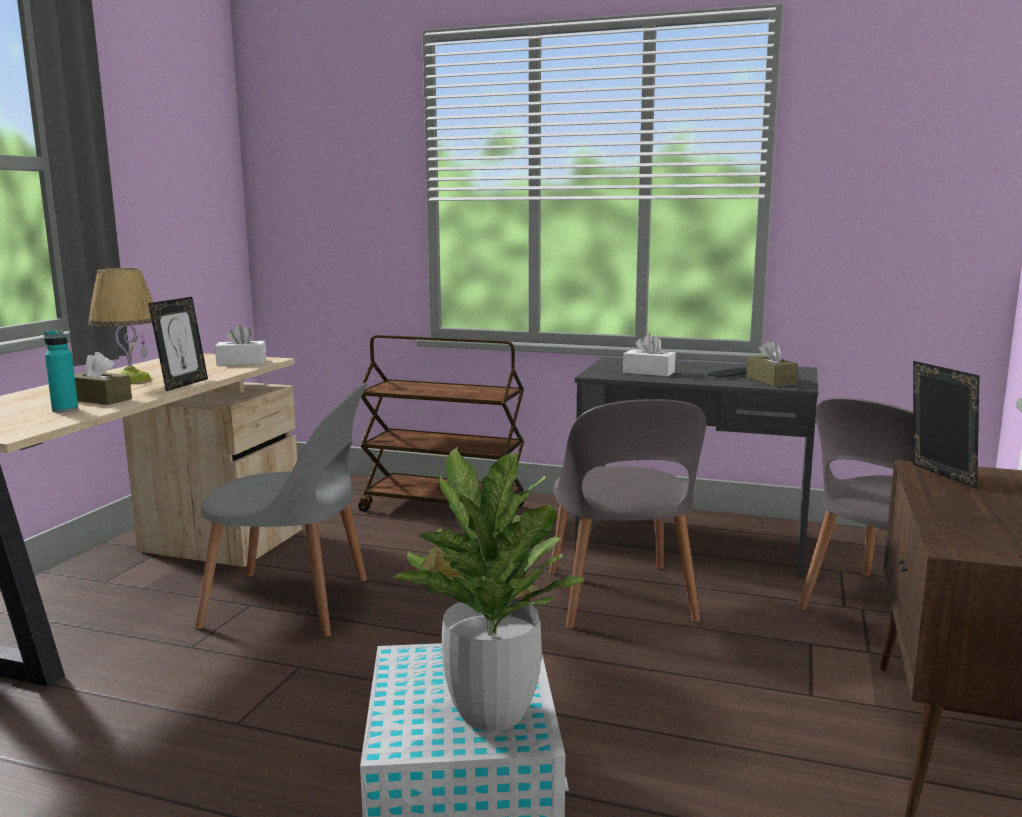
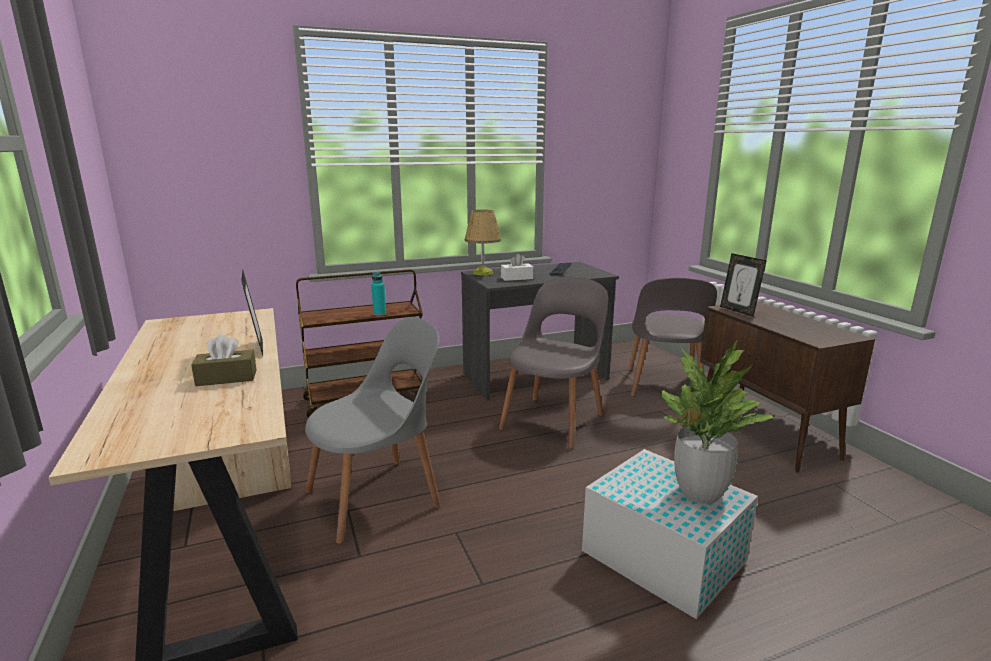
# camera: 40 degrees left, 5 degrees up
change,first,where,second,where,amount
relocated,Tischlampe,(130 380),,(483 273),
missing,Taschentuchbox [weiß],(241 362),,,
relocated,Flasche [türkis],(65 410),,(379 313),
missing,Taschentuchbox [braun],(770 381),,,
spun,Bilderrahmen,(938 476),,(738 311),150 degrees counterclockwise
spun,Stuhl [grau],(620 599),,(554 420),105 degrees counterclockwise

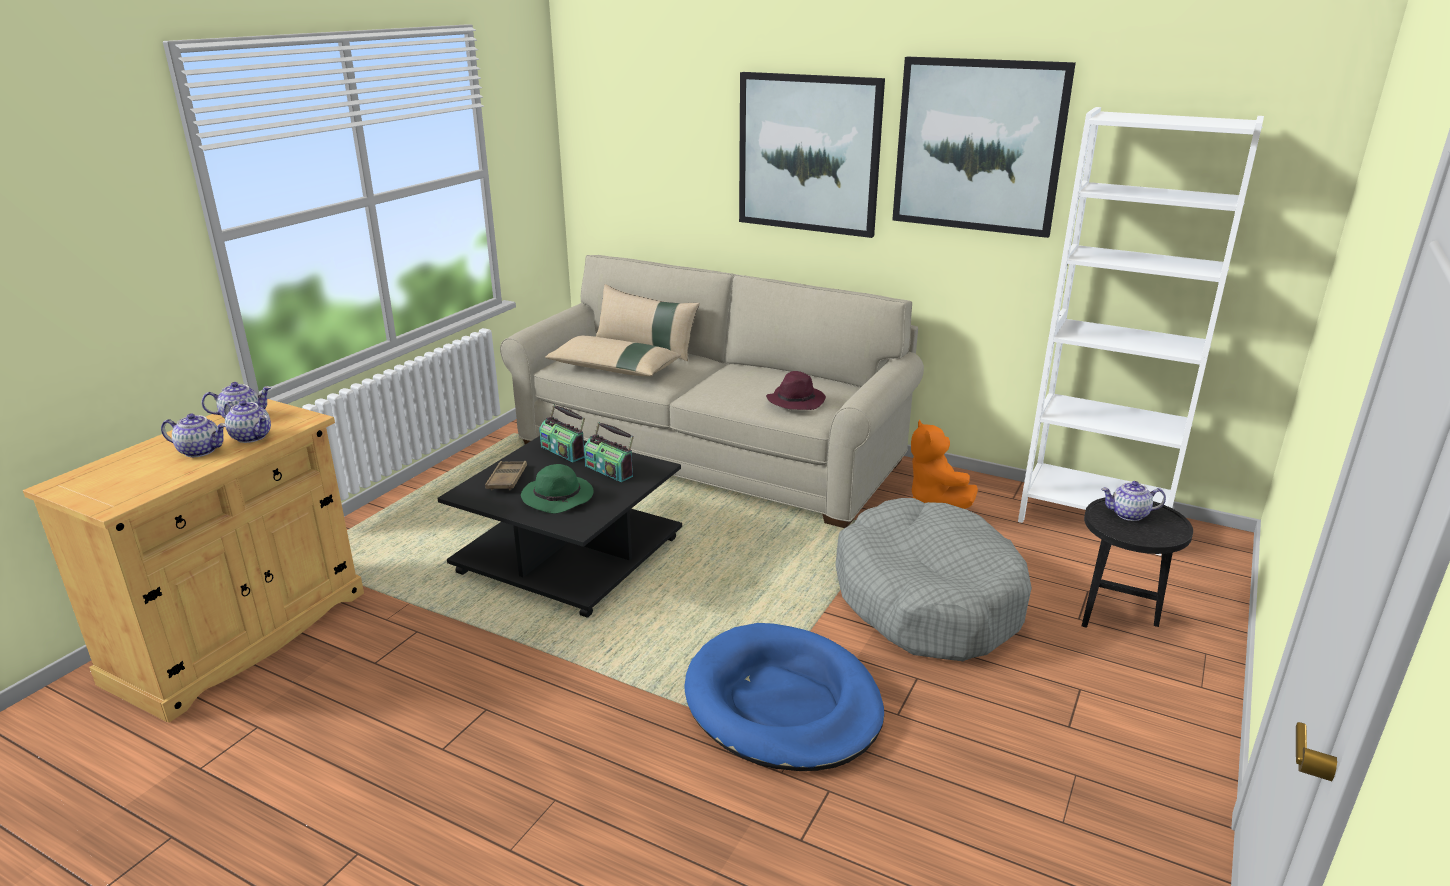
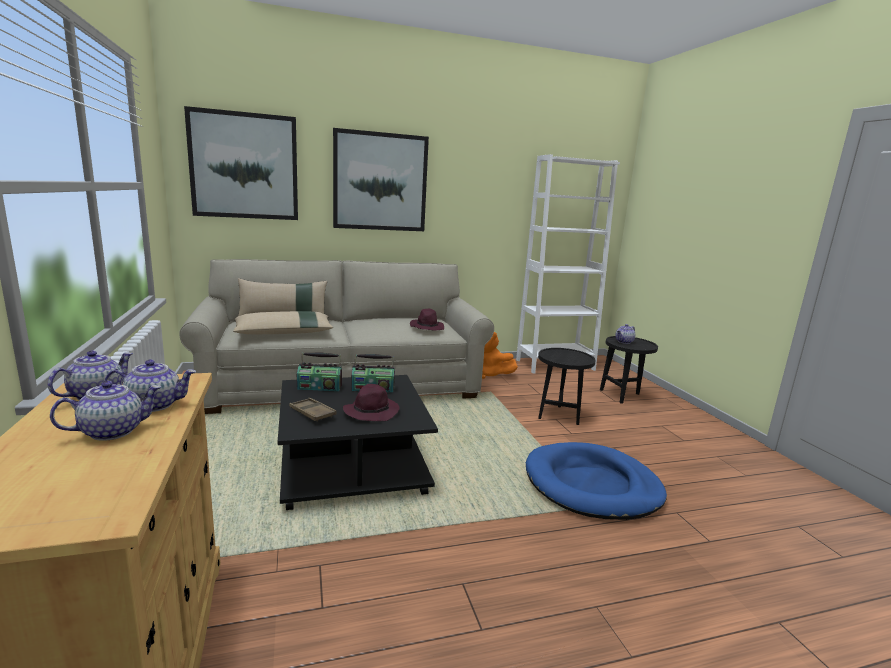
# camera: 45 degrees left, 10 degrees down
change,first,where,second,where,amount
relocated,Bild,(978 146),,(244 166),
colour,Hut [grün],(559 498),Hut [lila],(372 411),
exchanged,Hundebett [grau],(927 599),Beistelltisch [schwarz],(558 414),

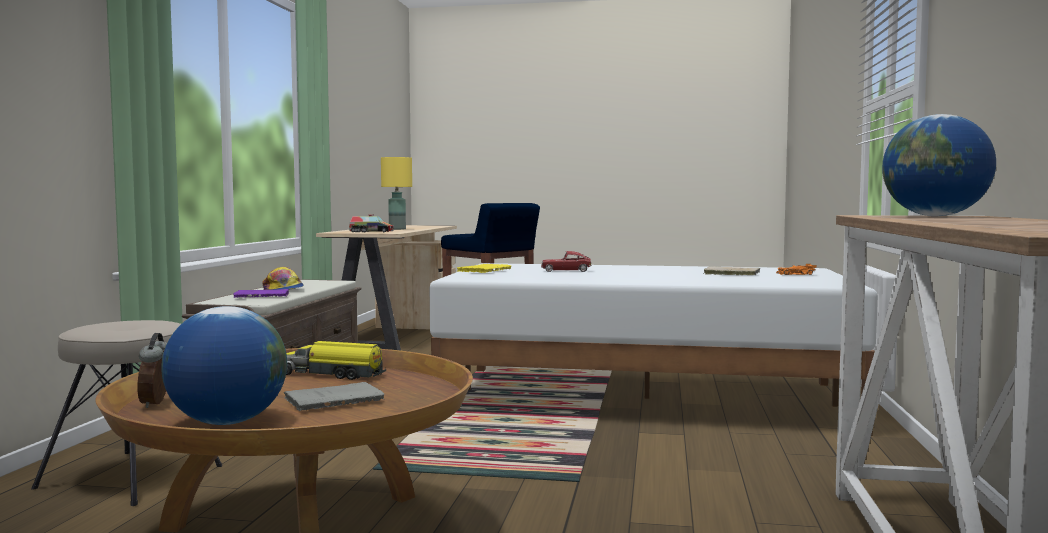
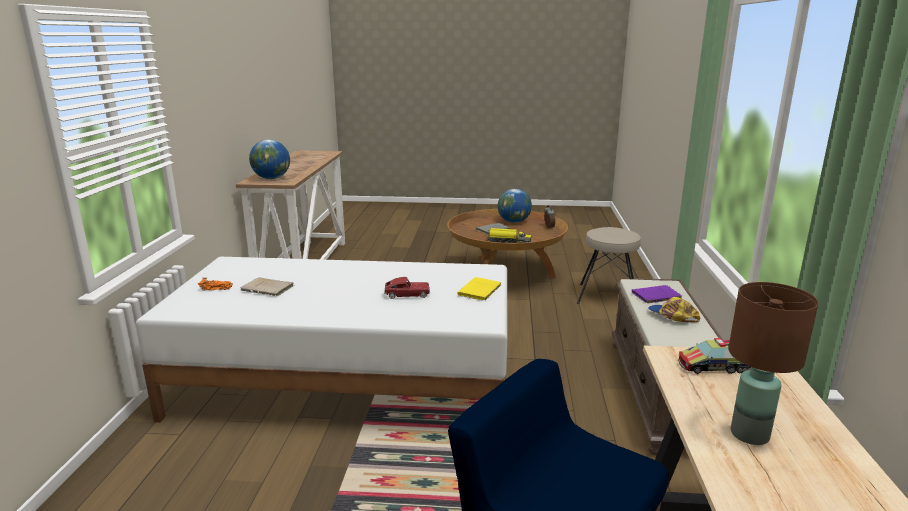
# camera: 175 degrees right, 15 degrees up
change,first,where,second,where,amount
colour,Tischlampe [gelb],(396 229),Tischlampe [braun],(750 434),

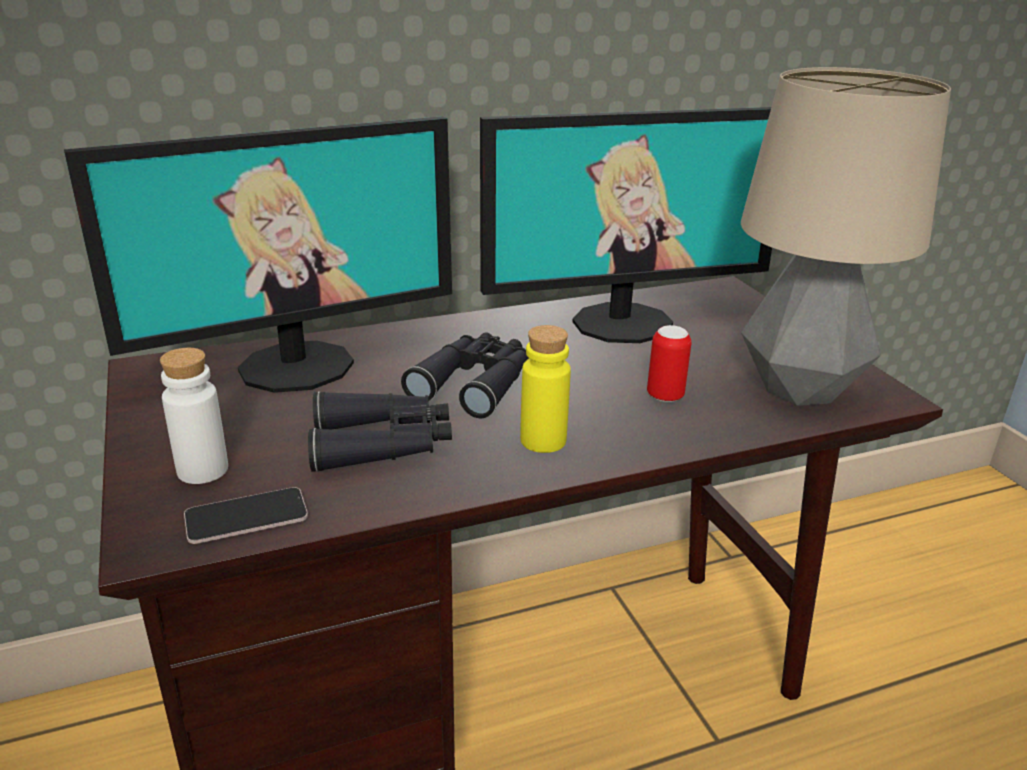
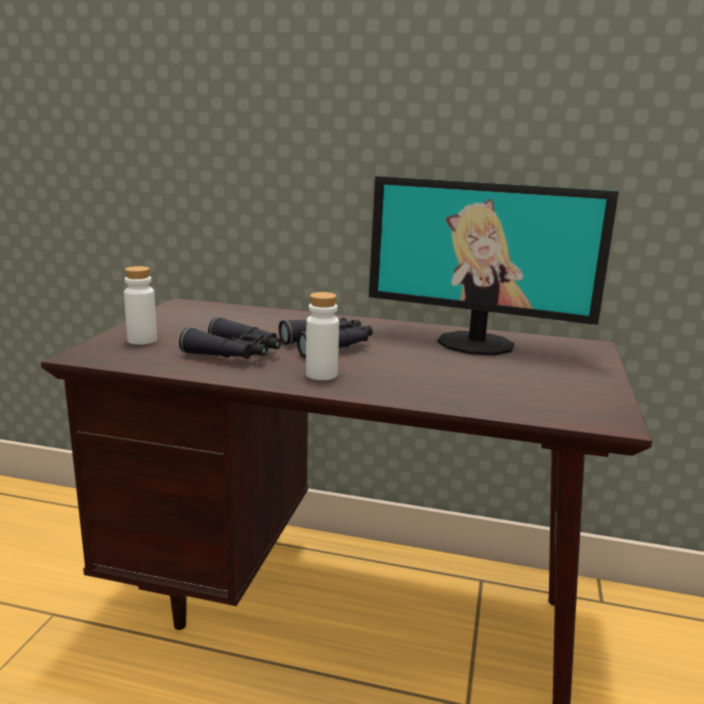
# camera: 35 degrees right, 10 degrees down
change,first,where,second,where,amount
missing,Tischlampe,(801 390),,,
missing,Monitor,(296 365),,,
colour,Flasche [gelb],(543 440),Flasche [weiß],(321 374),
missing,Dose,(665 396),,,
missing,Handy,(246 517),,,

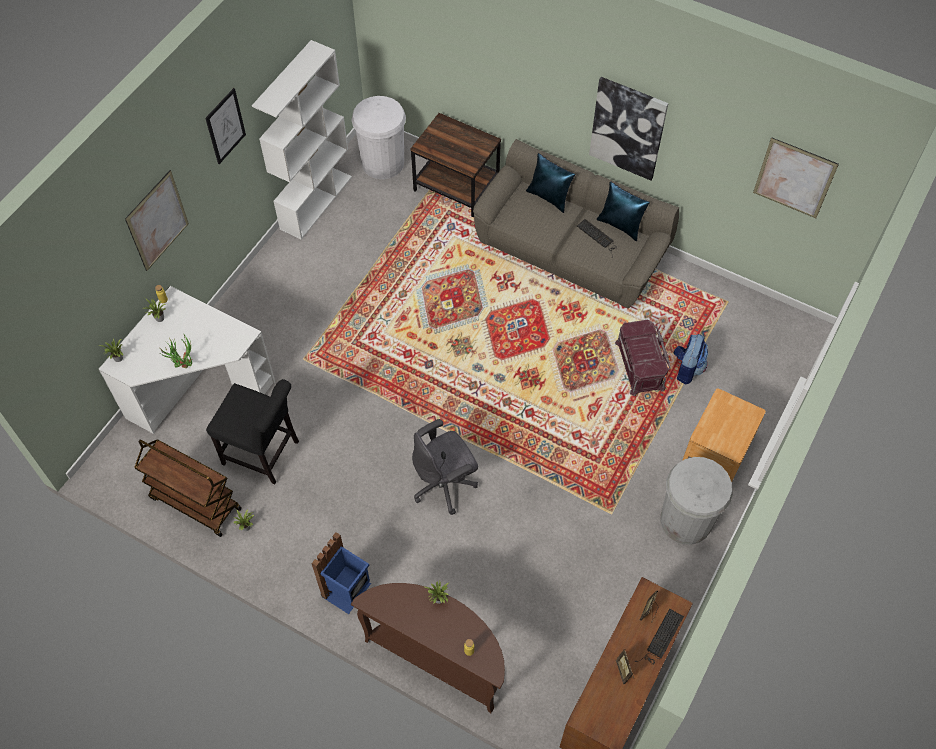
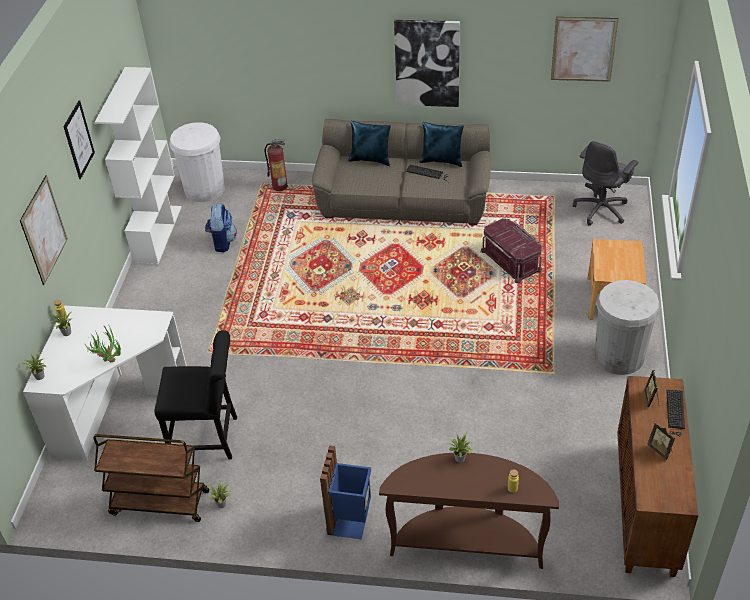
# camera: 20 degrees left, 15 degrees down
change,first,where,second,where,amount
exchanged,Beistelltisch [braun],(457 186),Feuerlöscher,(280 186),
relocated,Rucksack,(686 369),,(222 242),
relocated,Bürostuhl [grau],(445 484),,(601 209),

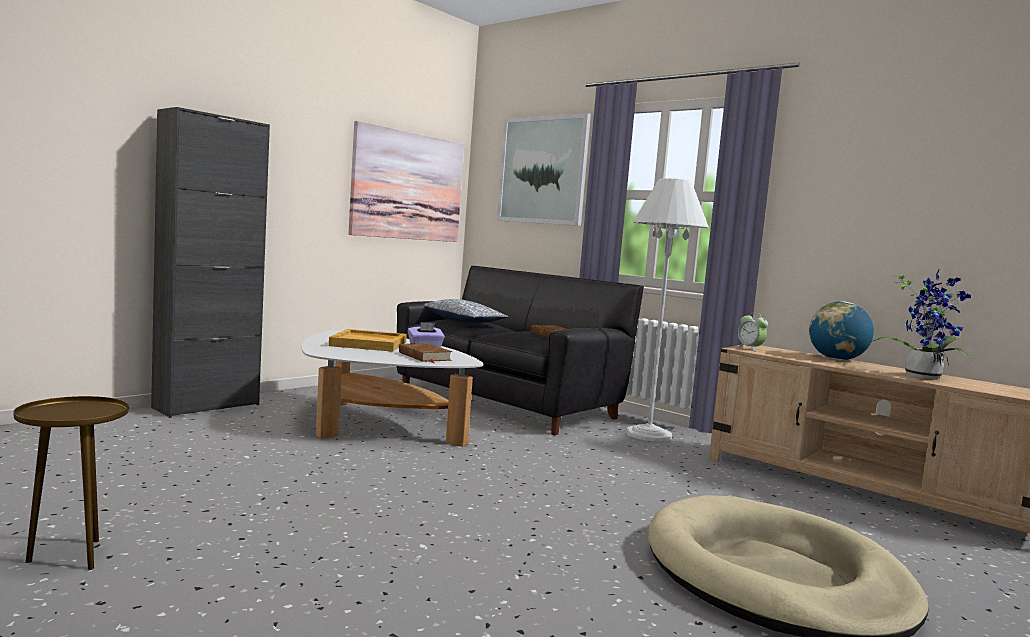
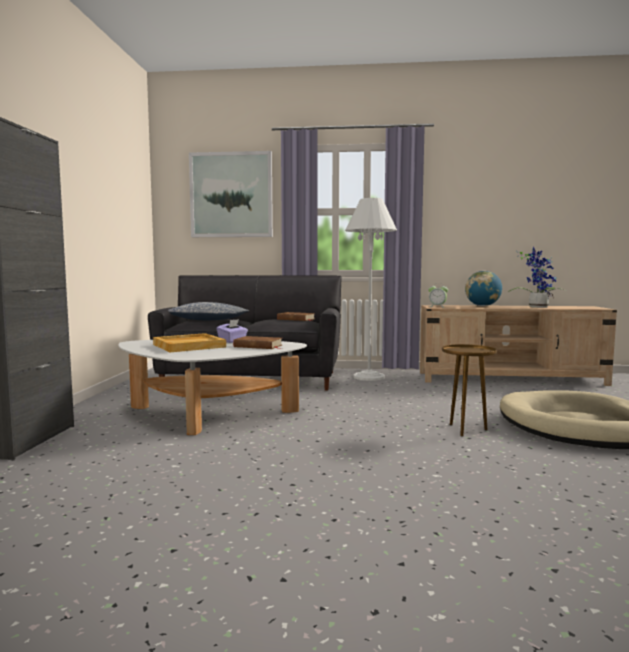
# camera: 35 degrees left, 0 degrees up
change,first,where,second,where,amount
missing,Bild,(408 186),,,
relocated,Beistelltisch [braun],(72 556),,(466 430),

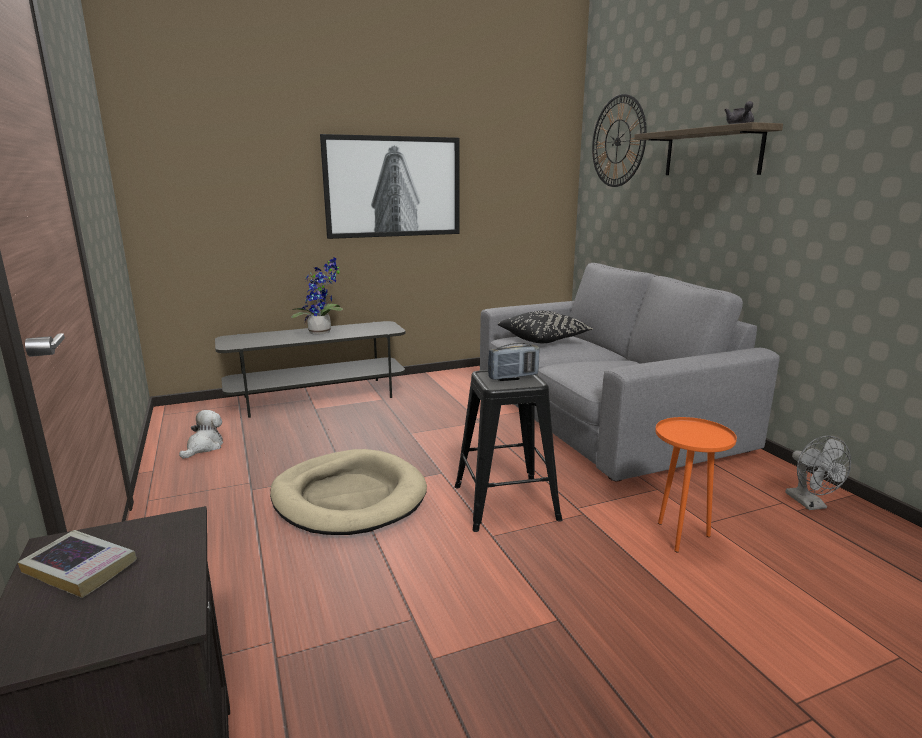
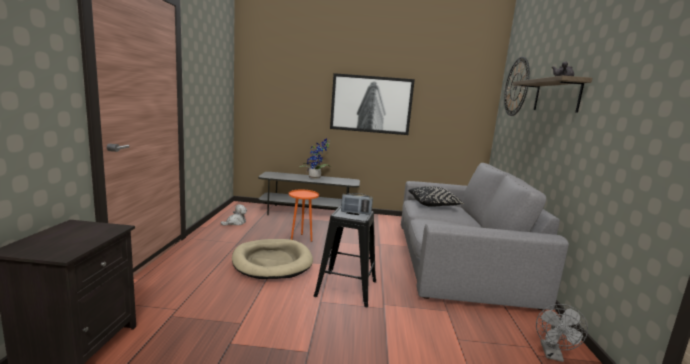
# camera: 25 degrees right, 5 degrees down
change,first,where,second,where,amount
relocated,Beistelltisch [orange],(681 536),,(301 238),
missing,Buch,(80 568),,,

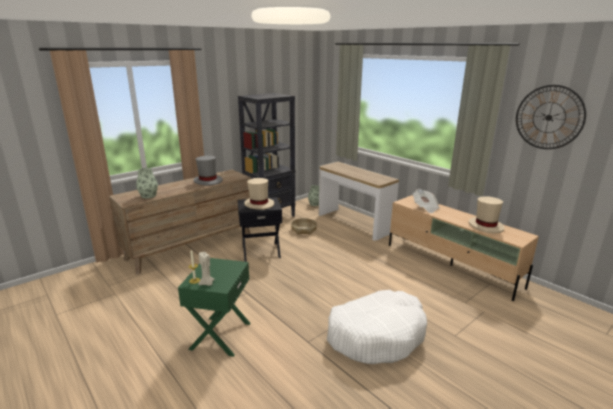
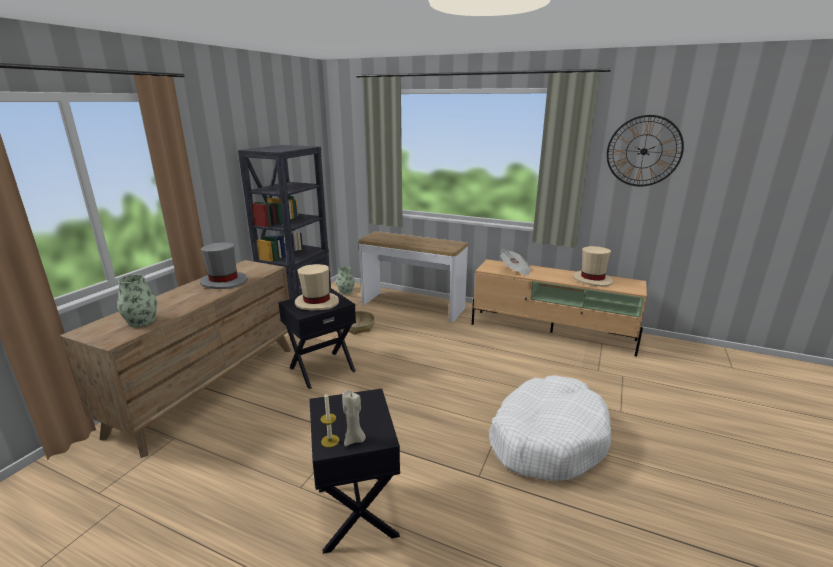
# camera: 25 degrees left, 0 degrees up
change,first,where,second,where,amount
colour,Beistelltisch [grün],(220 335),Beistelltisch [schwarz],(355 512),

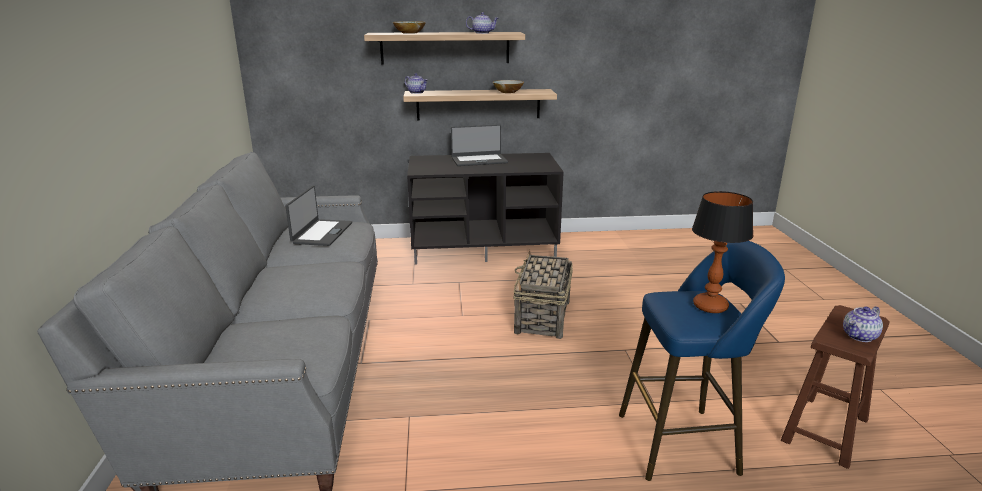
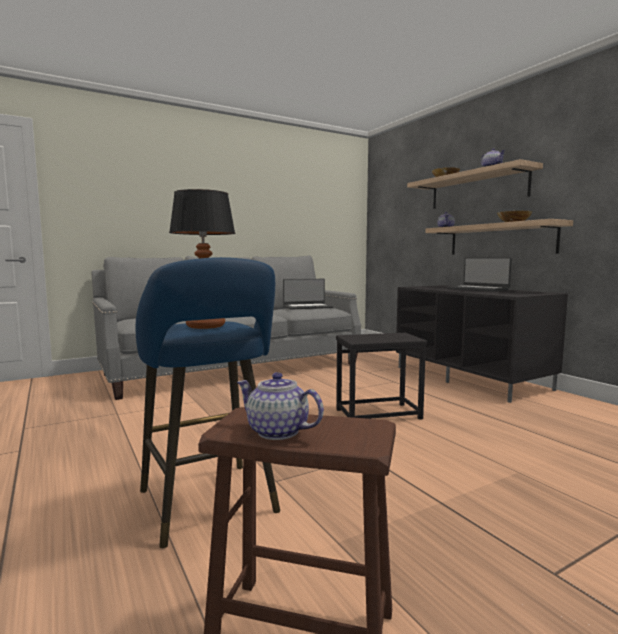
# camera: 65 degrees right, 15 degrees down
change,first,where,second,where,amount
exchanged,Korb,(542 318),Beistelltisch [schwarz],(378 414),

